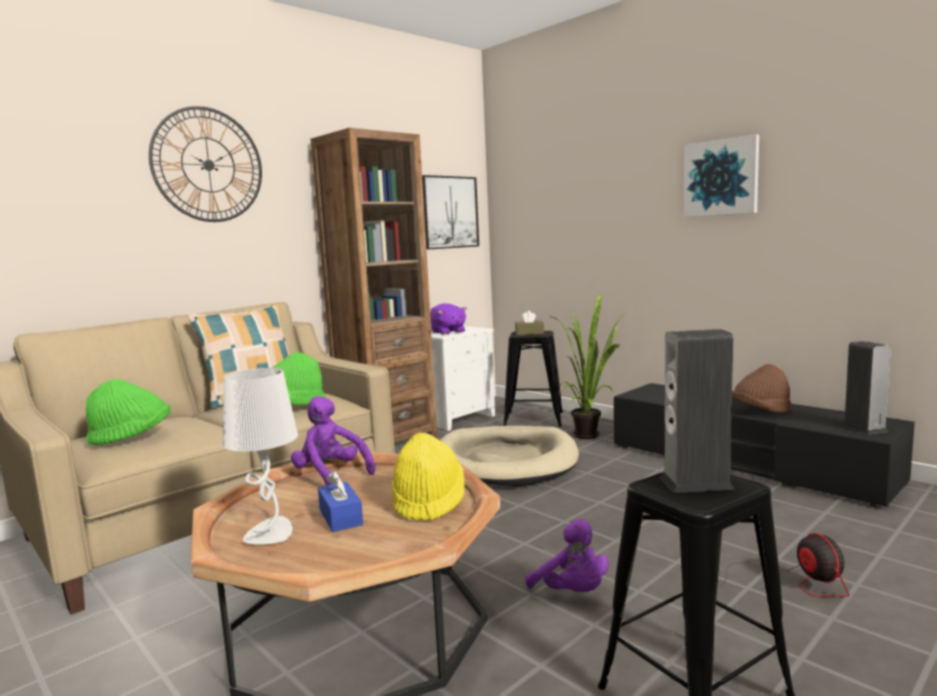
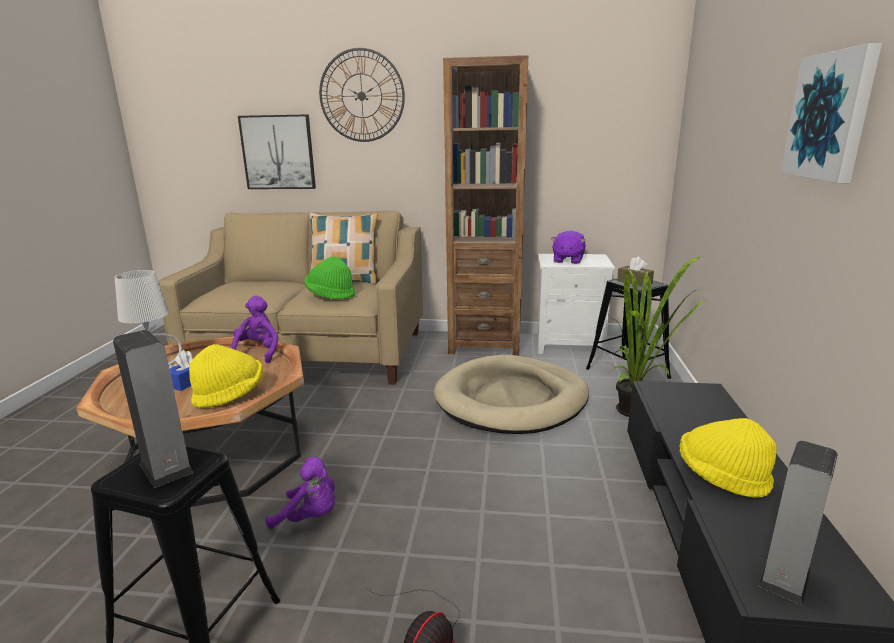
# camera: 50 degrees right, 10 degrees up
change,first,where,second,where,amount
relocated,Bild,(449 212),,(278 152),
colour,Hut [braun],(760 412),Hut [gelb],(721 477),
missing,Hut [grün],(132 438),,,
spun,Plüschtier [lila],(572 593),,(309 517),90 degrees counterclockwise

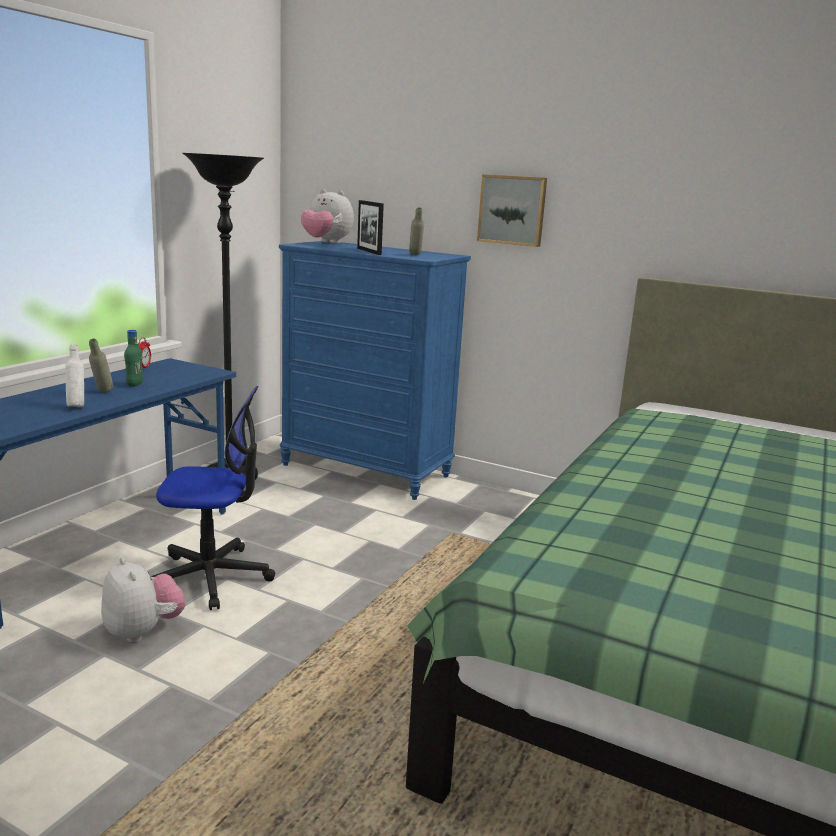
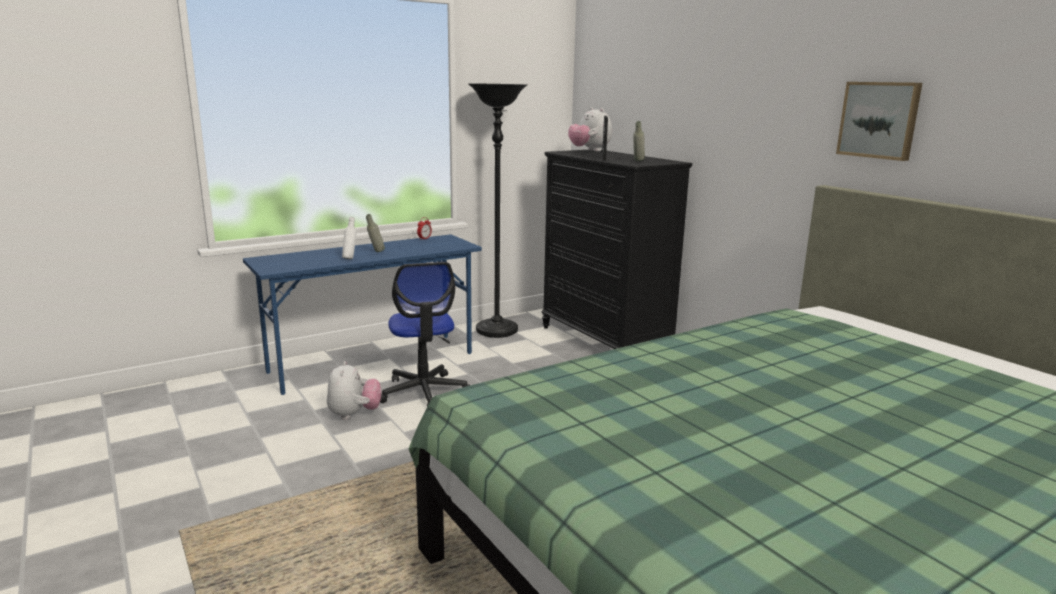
# camera: 30 degrees right, 0 degrees up
change,first,where,second,where,amount
relocated,Bild,(512 210),,(879 120),
colour,Kommode [blau],(366 470),Kommode [schwarz],(604 341),
missing,Flasche [grün],(134 384),,,
spun,Bürostuhl,(212 577),,(424 392),45 degrees clockwise

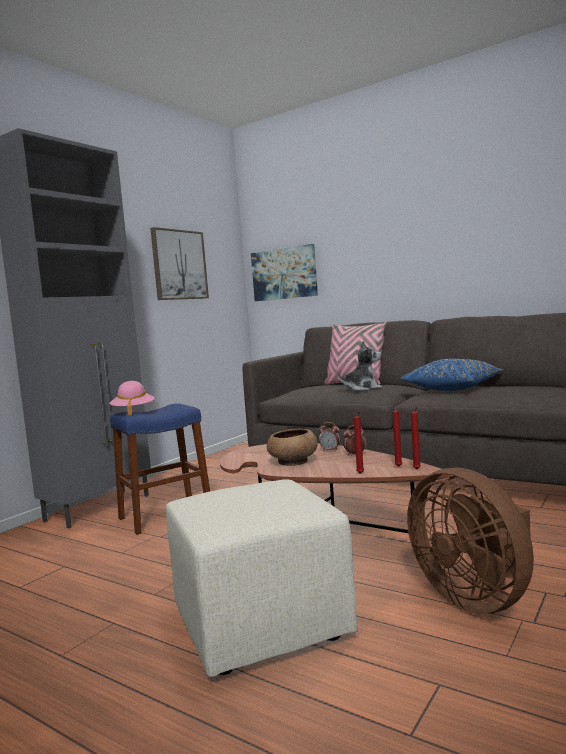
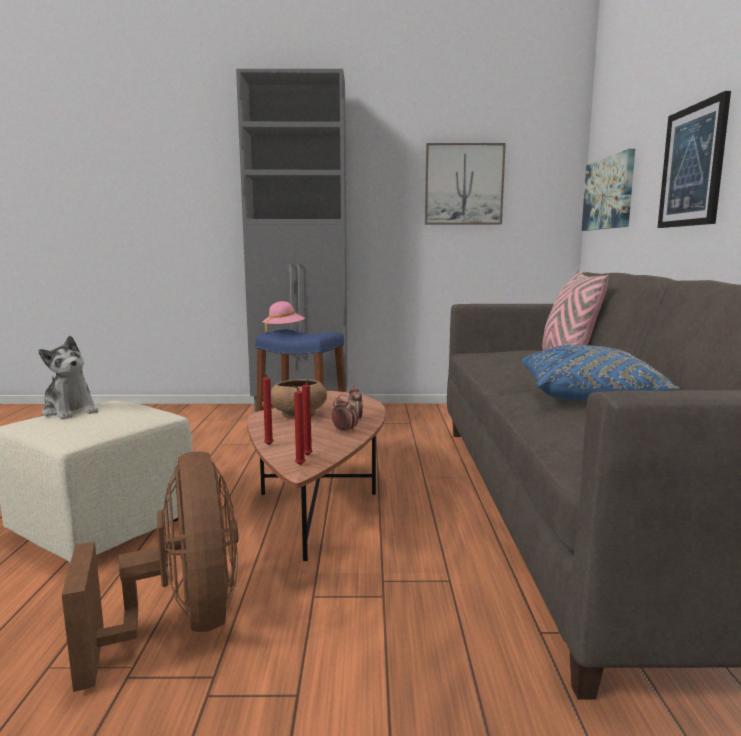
# camera: 55 degrees right, 5 degrees up
change,first,where,second,where,amount
relocated,Plüschtier,(362 388),,(70 411),
spun,Ventilator [braun],(476 598),,(182 624),135 degrees clockwise
appeared,,,Bild,(693 166),

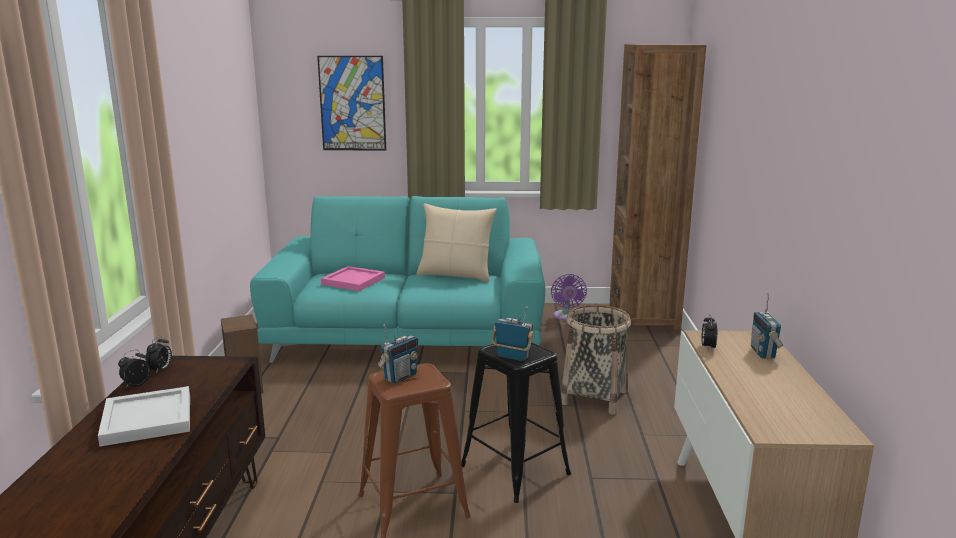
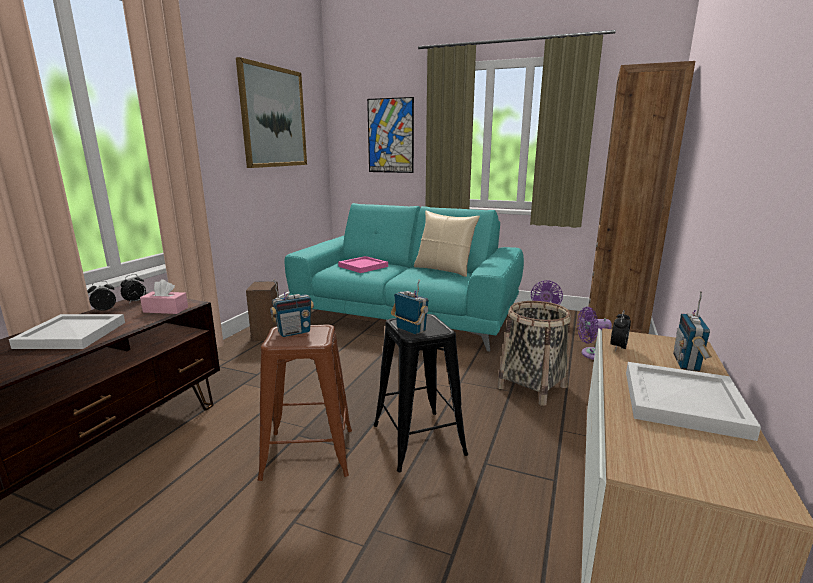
# camera: 20 degrees right, 0 degrees up
change,first,where,second,where,amount
appeared,,,Bild,(273 117),
appeared,,,Taschentuchbox [rosa],(165 310),
appeared,,,Ventilator [lila],(592 354),
appeared,,,Tablett [weiß],(685 403),

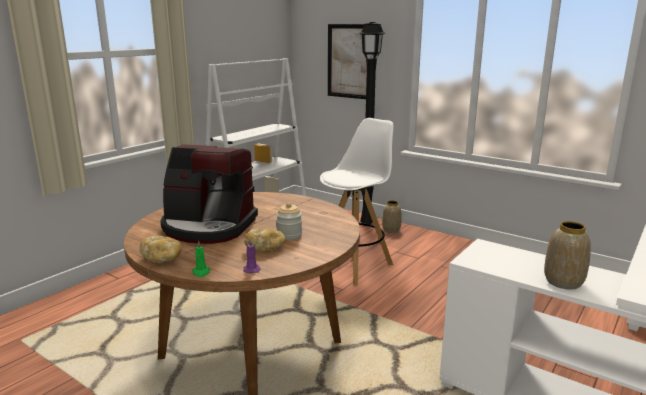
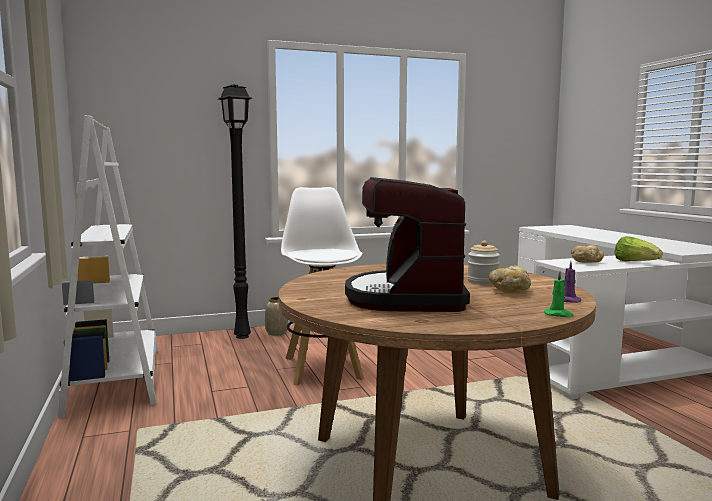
# camera: 55 degrees left, 10 degrees down
change,first,where,second,where,amount
missing,Bild,(349 61),,,
spun,Kaffeemaschine,(208 227),,(407 298),135 degrees clockwise
exchanged,Vase,(563 282),Salatkopf,(635 262),
relocated,Brot,(162 258),,(586 262),

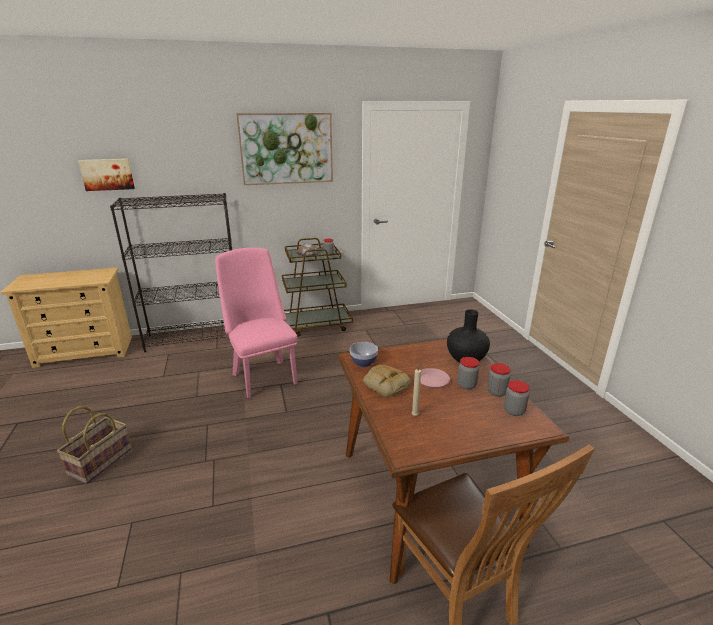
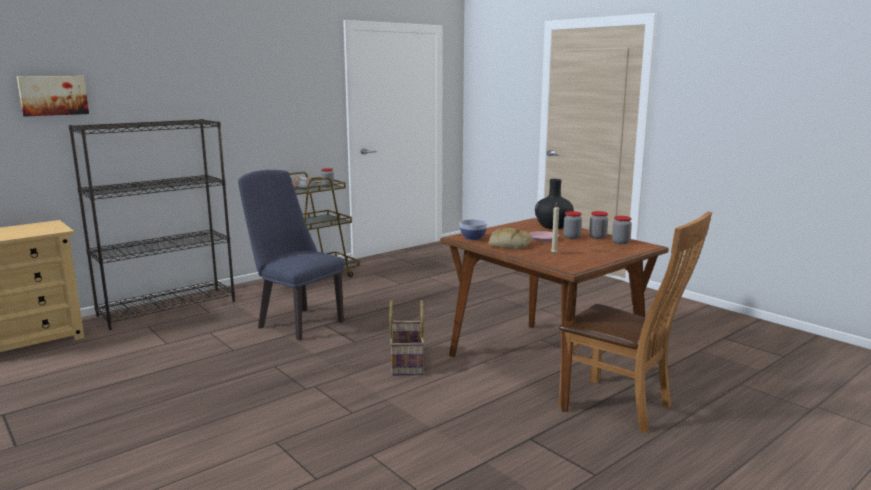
# camera: 25 degrees left, 10 degrees down
change,first,where,second,where,amount
missing,Bild,(286 149),,,
colour,Stuhl [rosa],(263 375),Stuhl [blau],(296 322),
relocated,Korb,(100 461),,(406 363),

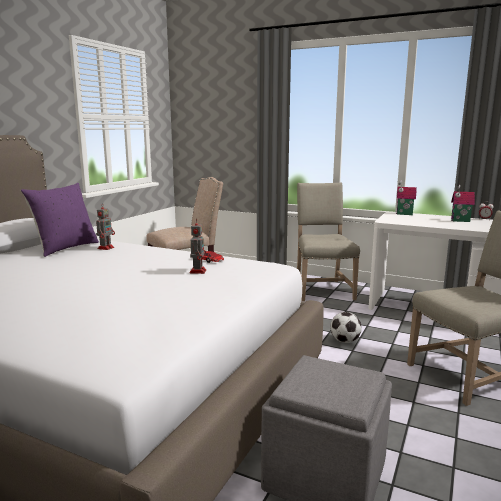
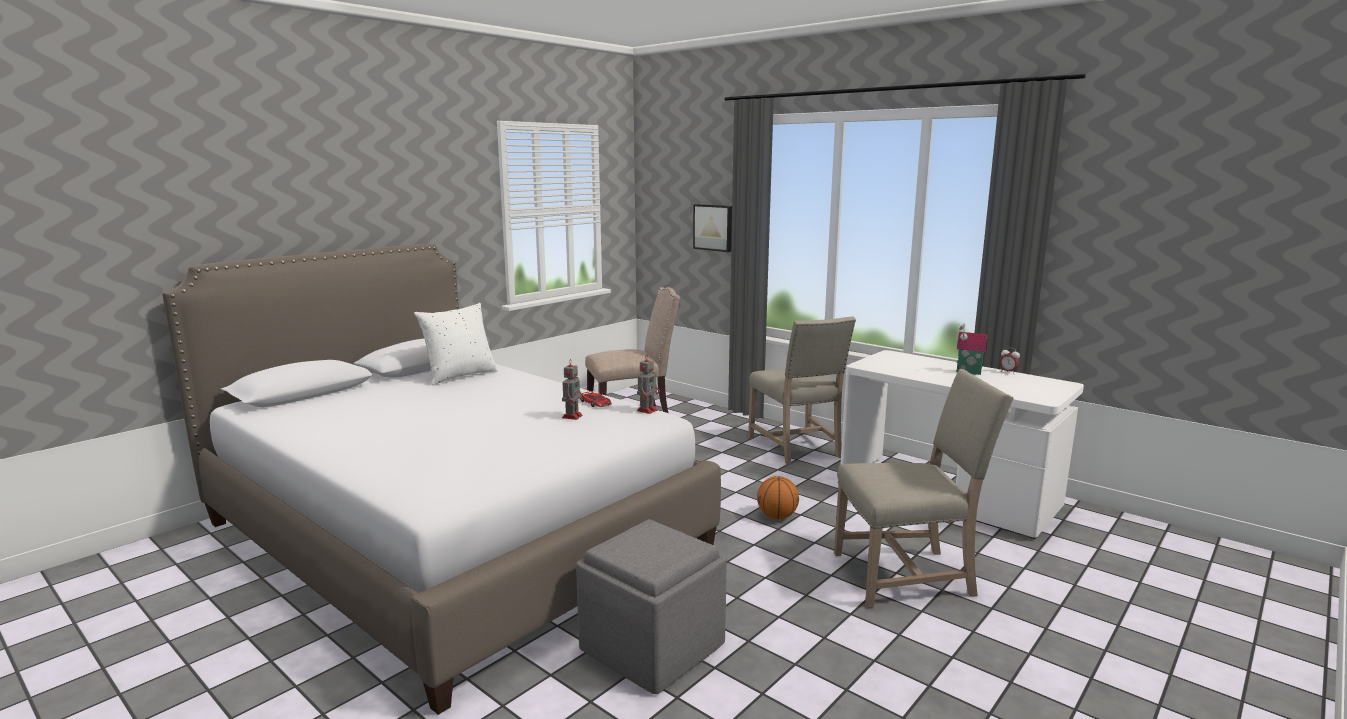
# camera: 15 degrees right, 0 degrees up
change,first,where,second,where,amount
missing,Spielzeughaus,(404 214),,,
spun,Stuhl [beige],(322 289),,(797 447),150 degrees clockwise
colour,Kissen [lila],(65 248),Kissen [weiß],(459 376),
relocated,Spielzeugroboter,(106 248),,(647 410),
exchanged,Fußball,(345 341),Basketball,(777 517),
appeared,,,Bild,(713 227),

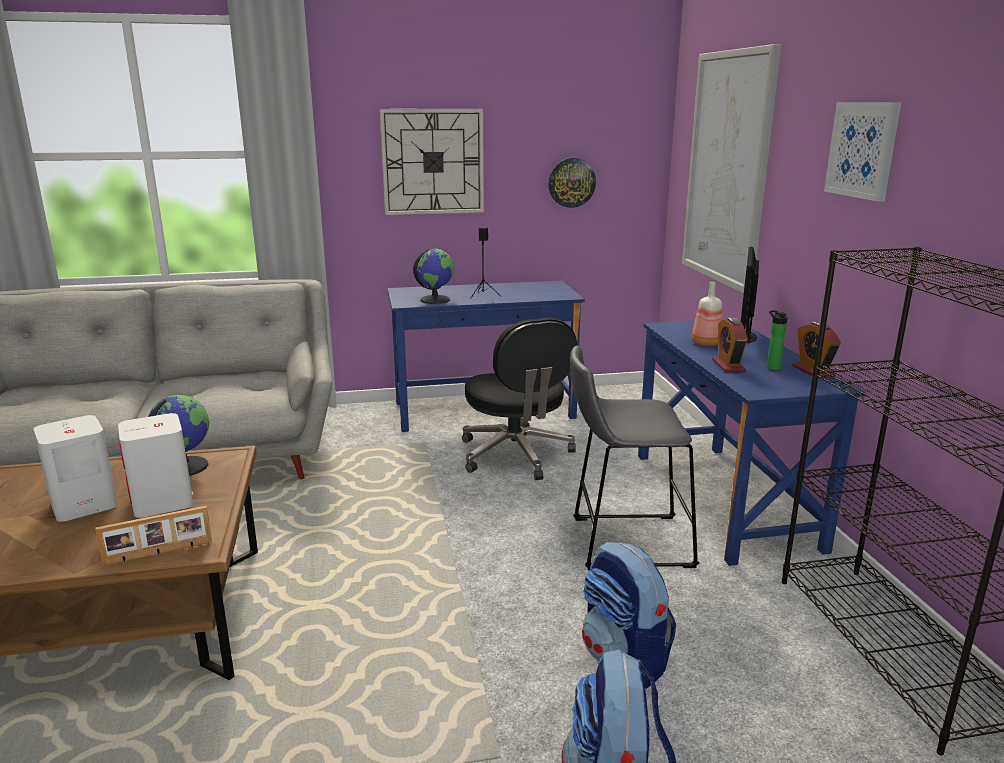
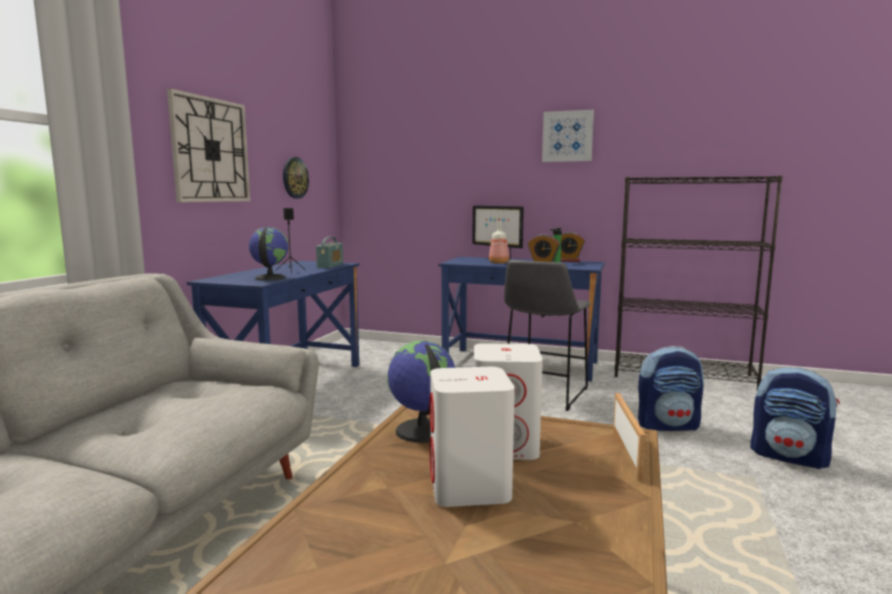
# camera: 60 degrees left, 10 degrees down
change,first,where,second,where,amount
missing,Bild,(727 169),,,
missing,Bürostuhl [schwarz],(516 455),,,
appeared,,,Radio,(330 265),

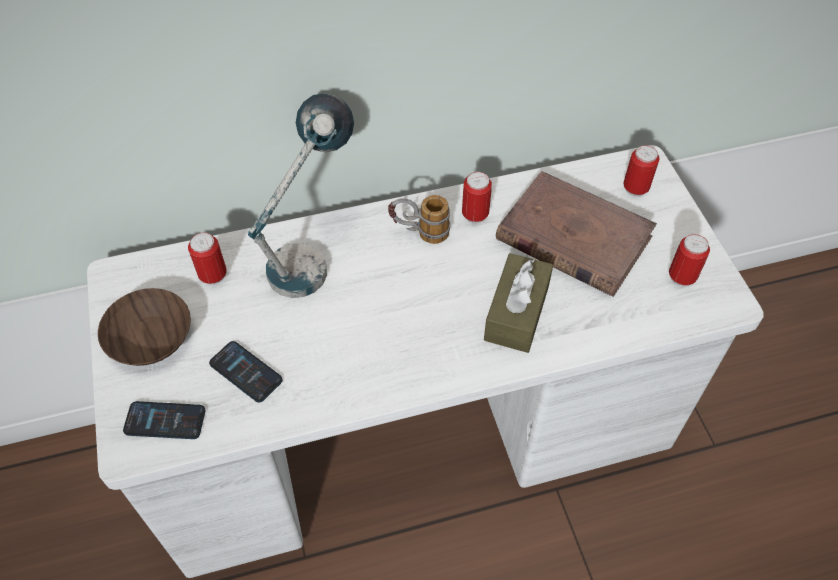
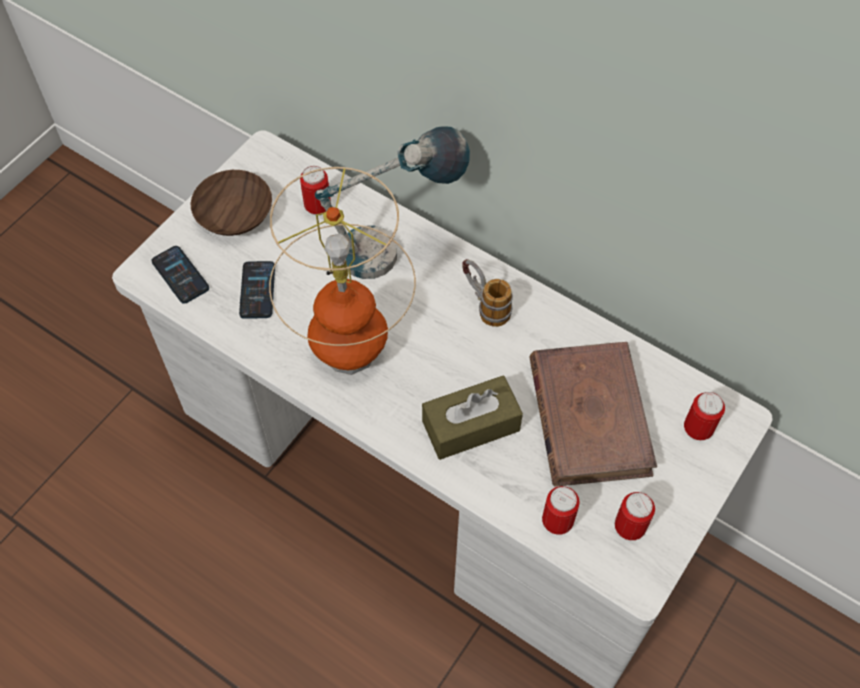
# camera: 50 degrees right, 5 degrees up
change,first,where,second,where,amount
relocated,Dose,(475 215),,(557 522),
appeared,,,Tischlampe,(349 352),

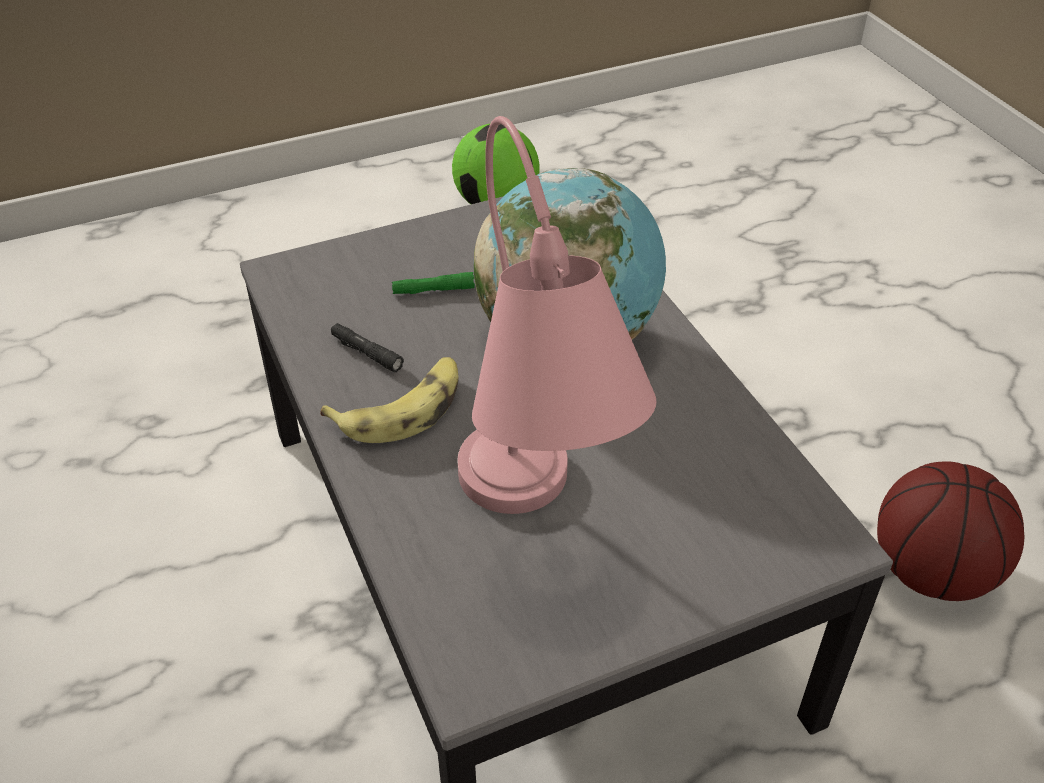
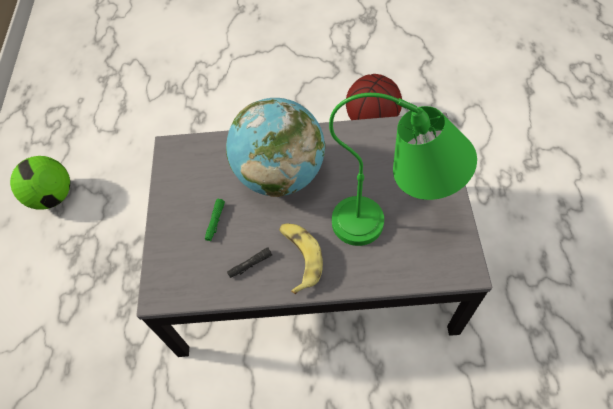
# camera: 65 degrees left, 15 degrees up
change,first,where,second,where,amount
colour,Tischlampe [rosa],(536 528),Tischlampe [grün],(394 223),

